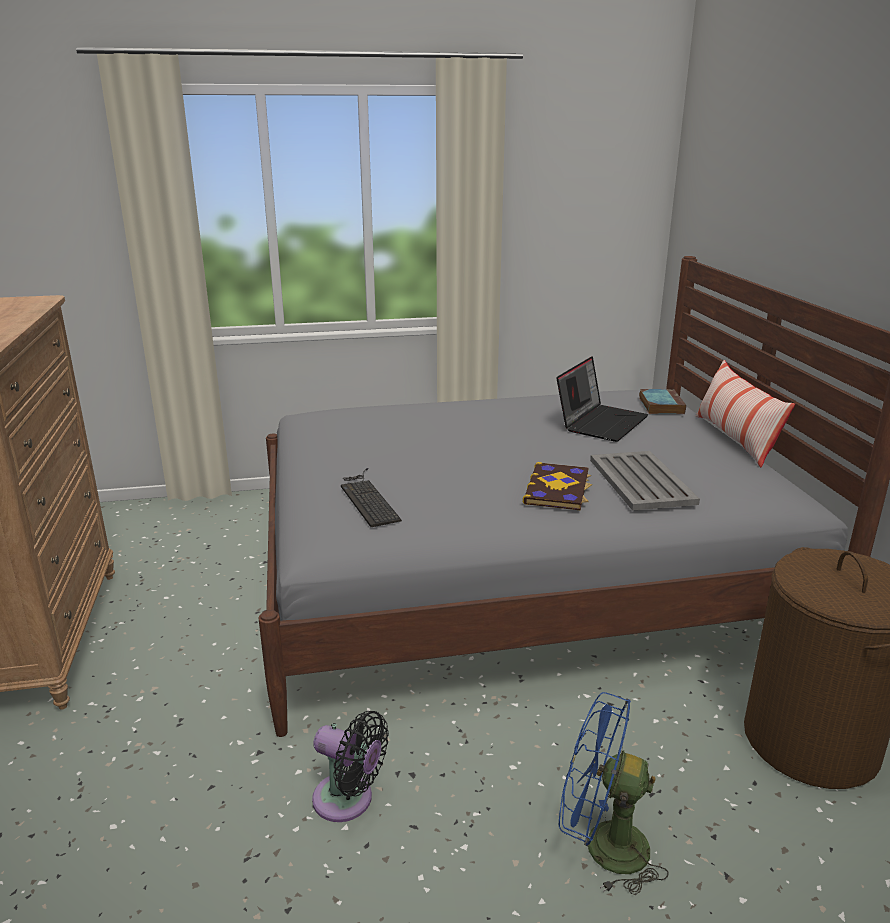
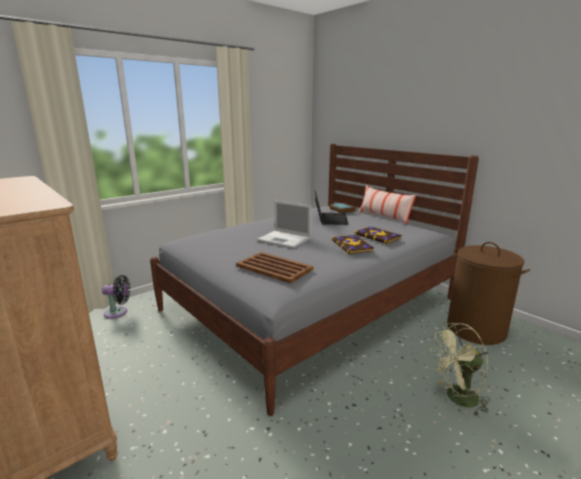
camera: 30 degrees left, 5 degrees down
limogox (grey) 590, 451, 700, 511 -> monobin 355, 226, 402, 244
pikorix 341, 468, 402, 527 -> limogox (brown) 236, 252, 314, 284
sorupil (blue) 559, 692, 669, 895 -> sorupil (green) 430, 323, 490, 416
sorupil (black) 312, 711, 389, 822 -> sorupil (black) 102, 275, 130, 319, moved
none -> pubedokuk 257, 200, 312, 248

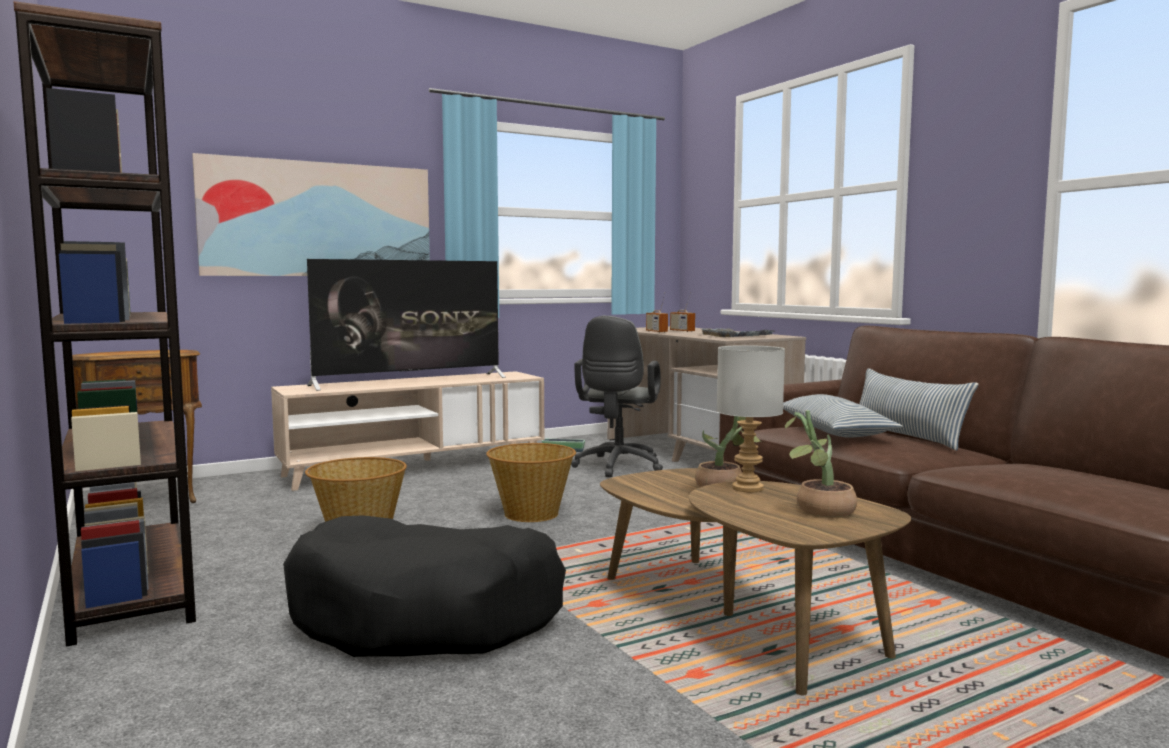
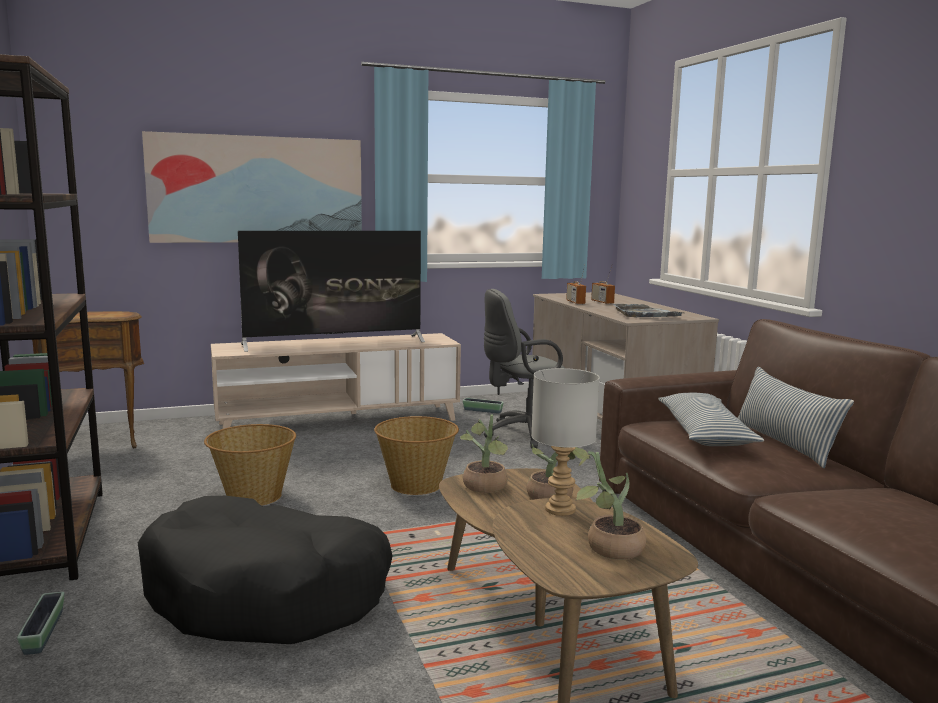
camera: 10 degrees right, 5 degrees up
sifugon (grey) 571, 316, 663, 477 -> sifugon (grey) 484, 289, 565, 449, 45 degrees clockwise
none -> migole 460, 414, 508, 493
none -> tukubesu 17, 592, 64, 655

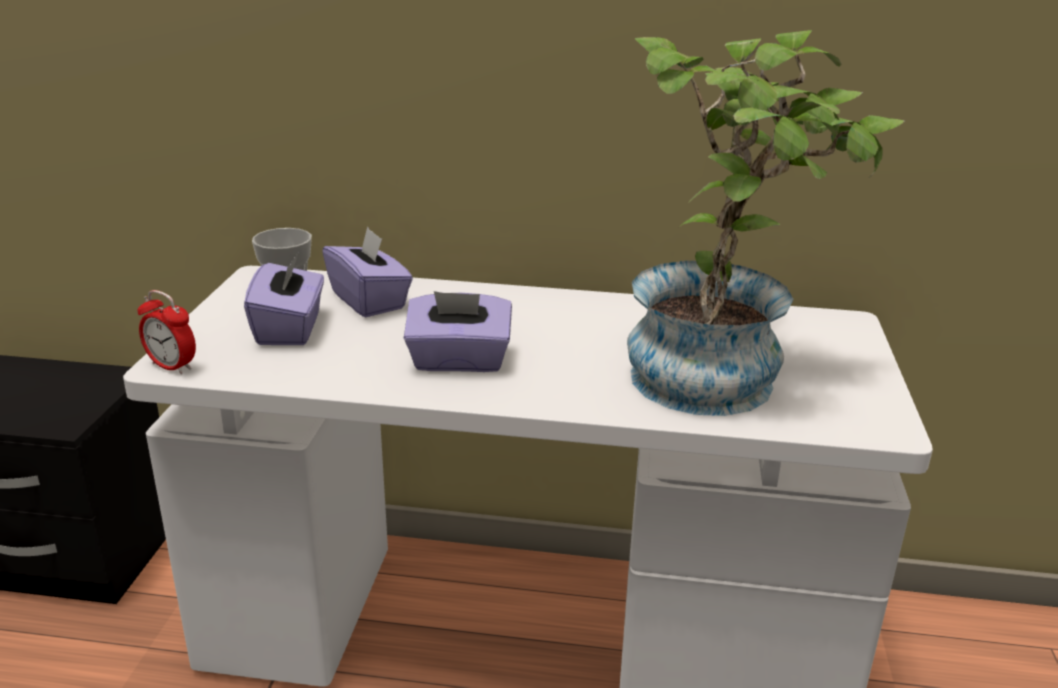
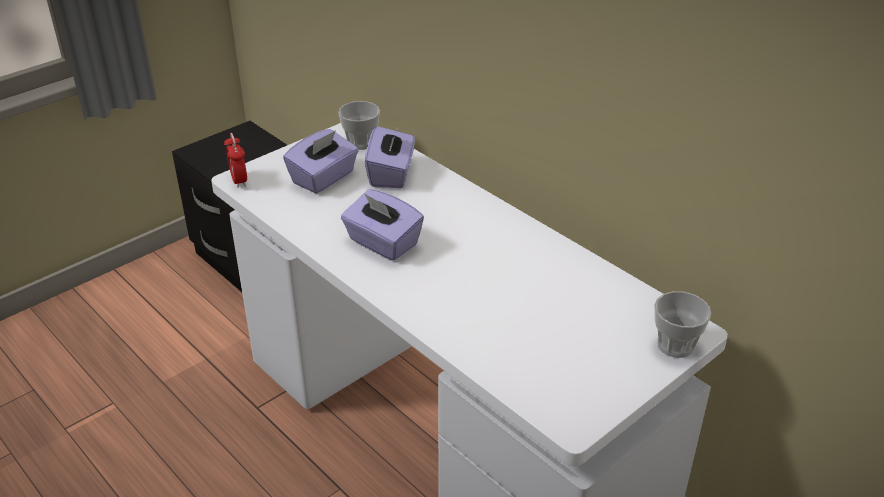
camera: 40 degrees right, 10 degrees up
migole 627, 30, 905, 416 -> none
none -> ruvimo 654, 291, 711, 358

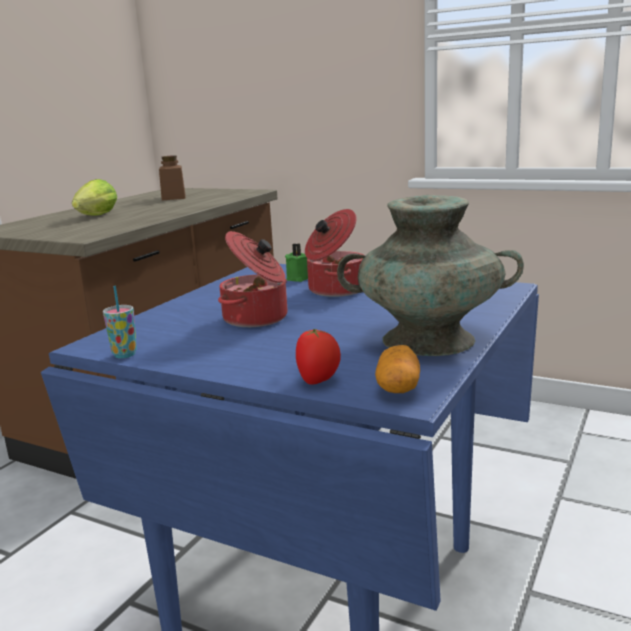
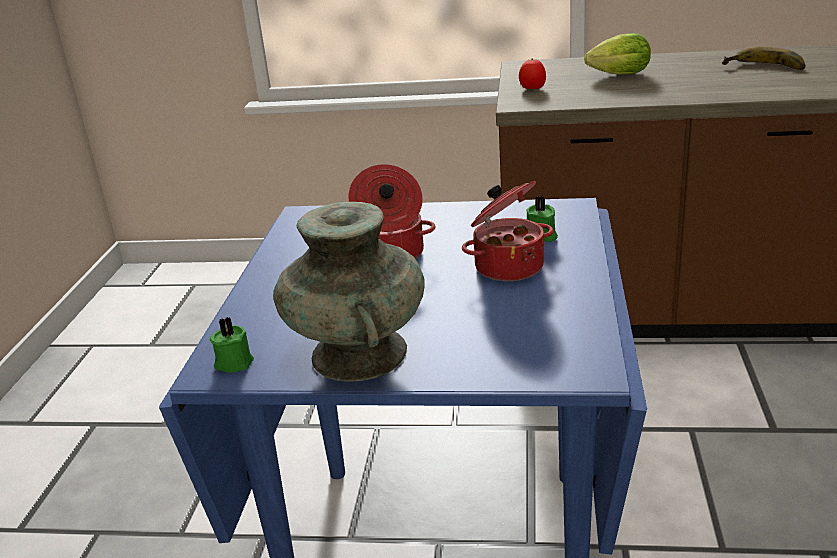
camera: 70 degrees right, 10 degrees up
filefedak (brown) 159, 155, 185, 200 -> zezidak 722, 47, 806, 70
ruvimo 103, 286, 137, 359 -> none
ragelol 296, 328, 341, 384 -> ragelol 519, 58, 546, 89, moved
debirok 375, 345, 420, 393 -> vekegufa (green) 209, 317, 254, 373

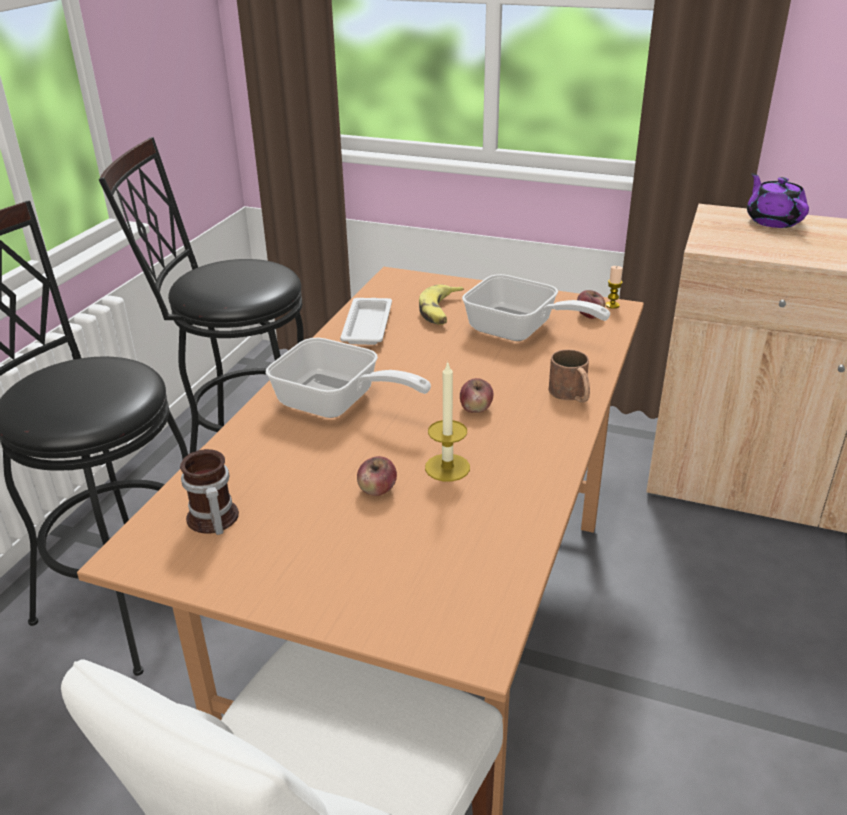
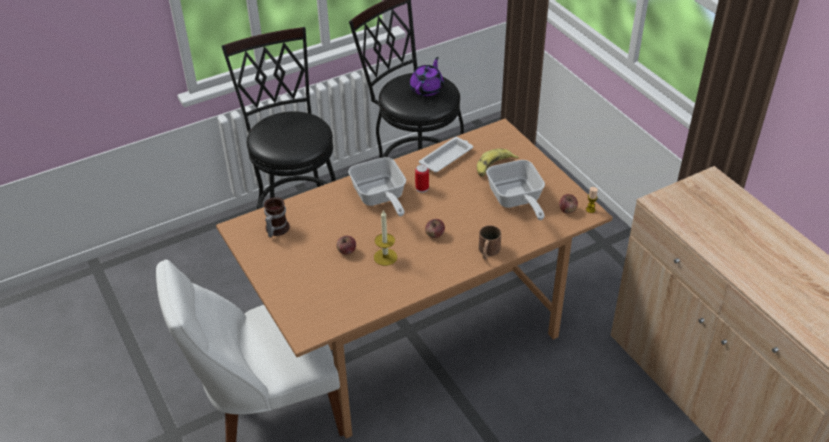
camera: 40 degrees right, 10 degrees up
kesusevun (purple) 747, 173, 809, 228 -> kesusevun (purple) 410, 57, 444, 96, moved
none -> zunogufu 415, 164, 429, 193

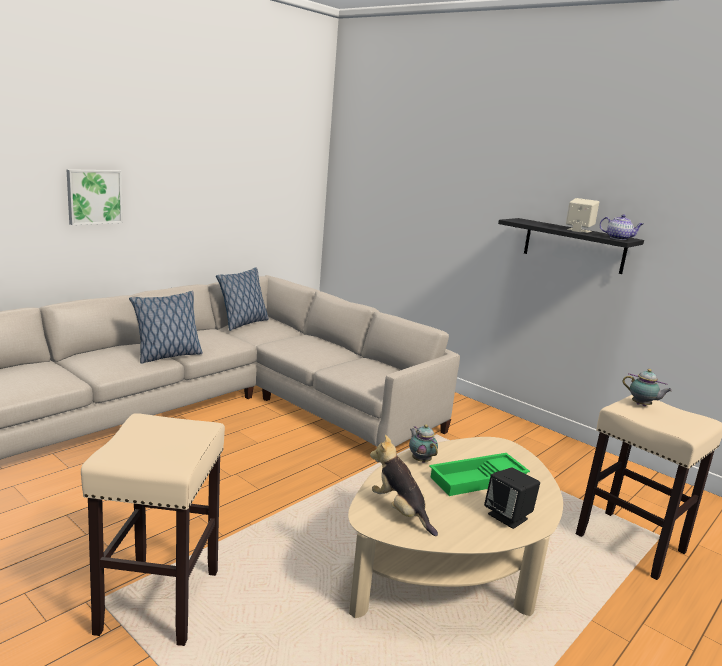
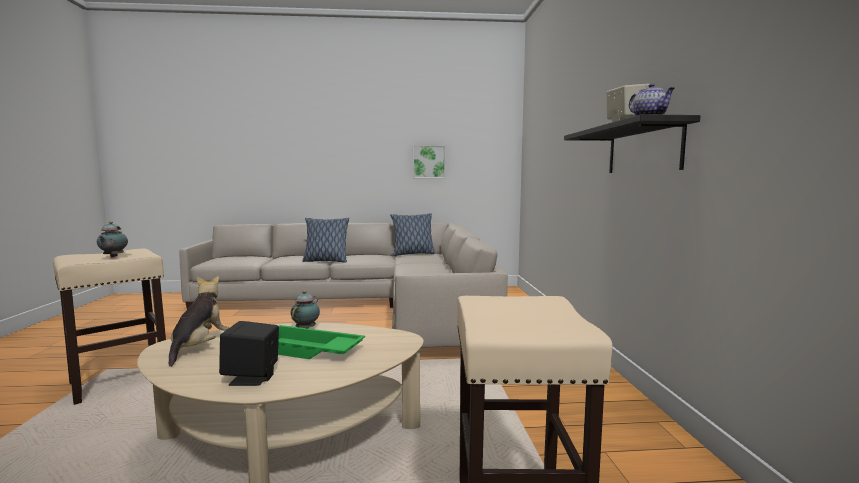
camera: 45 degrees right, 10 degrees down
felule 67, 169, 123, 225 -> felule 413, 145, 446, 178, moved
kesusevun 623, 369, 672, 406 -> kesusevun 97, 221, 128, 257, moved

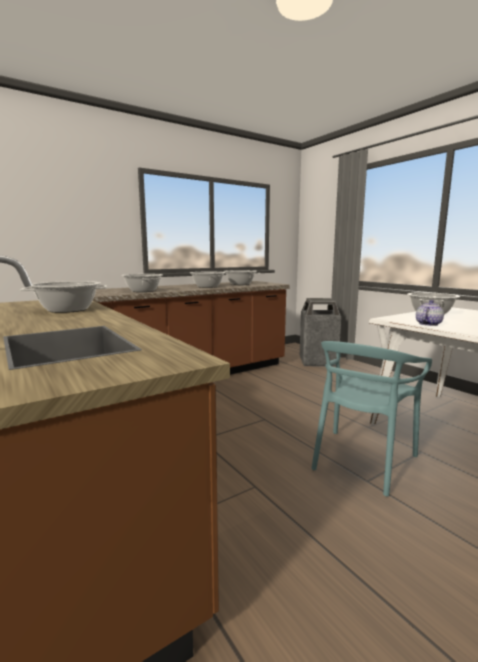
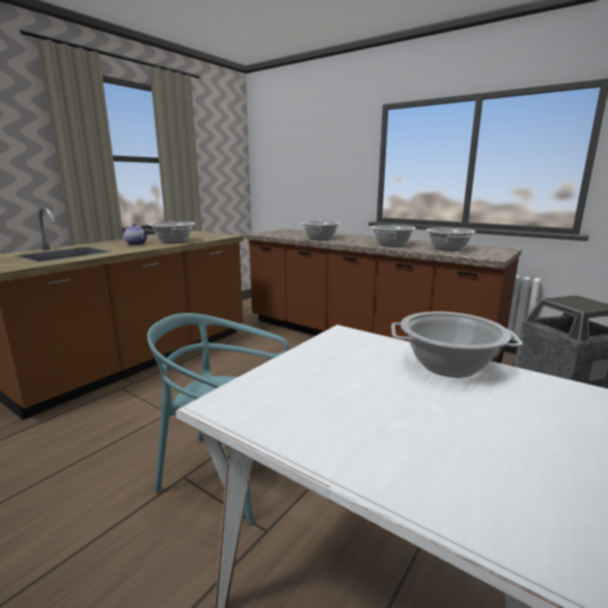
camera: 70 degrees right, 5 degrees up
kesusevun 416, 300, 444, 326 -> kesusevun 121, 223, 149, 245, moved

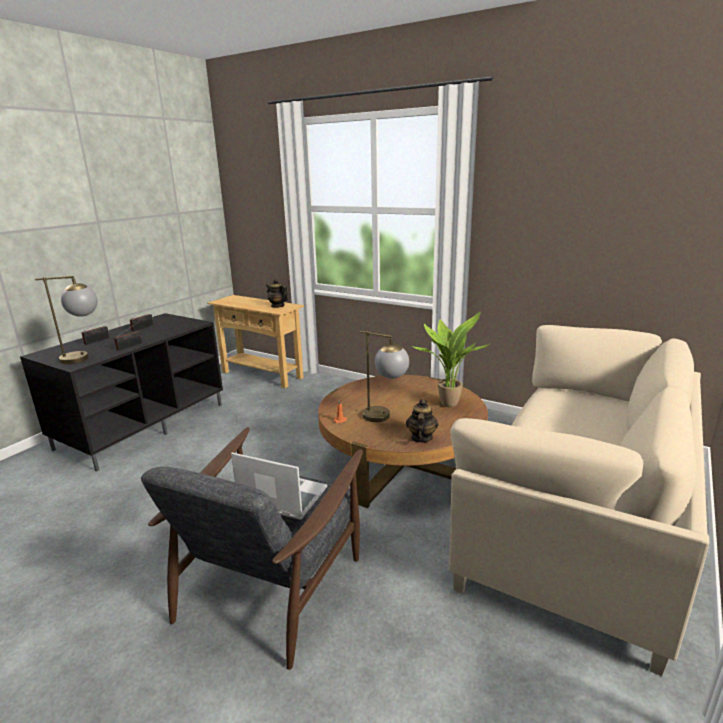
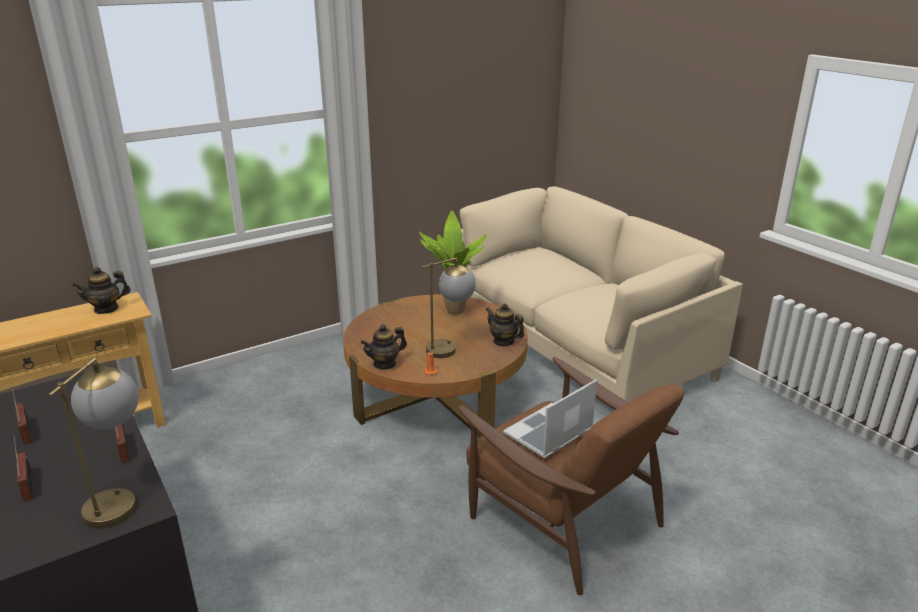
camera: 65 degrees left, 5 degrees up
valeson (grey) 141, 427, 363, 670 -> valeson (brown) 458, 357, 685, 595
none -> kesusevun 361, 324, 407, 370

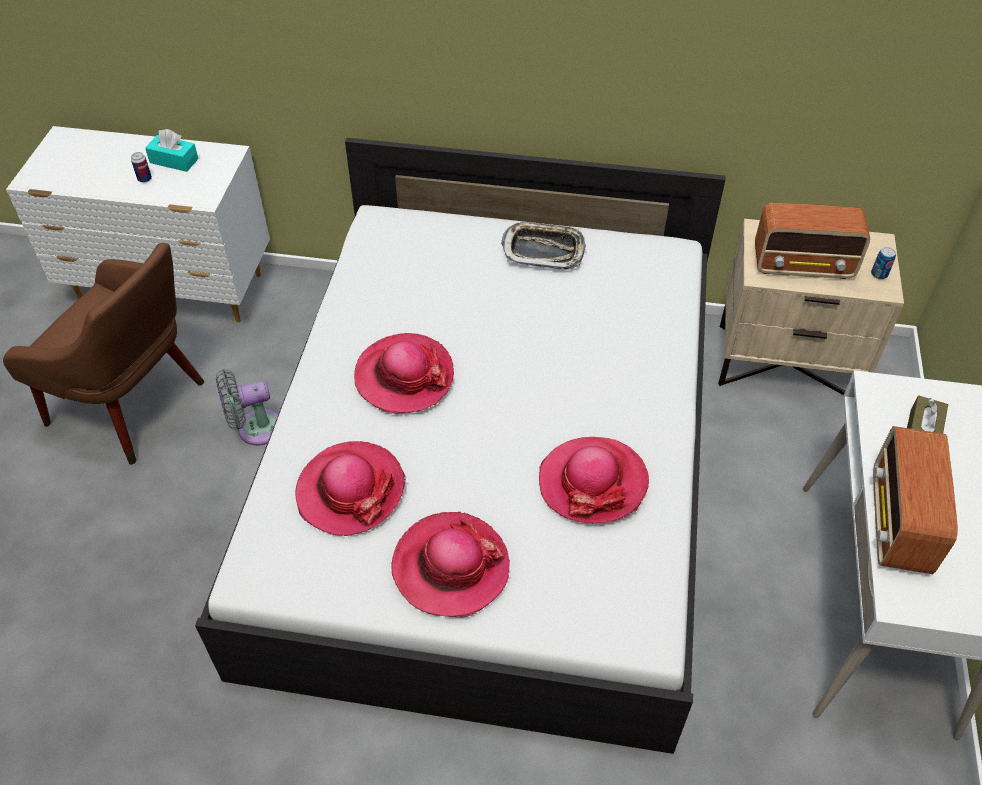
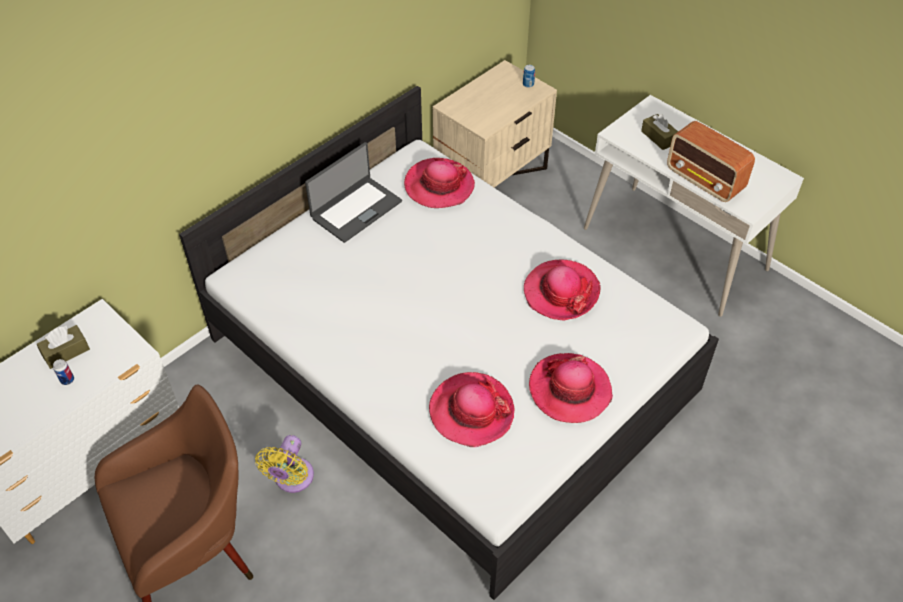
camera: 55 degrees left, 0 degrees up
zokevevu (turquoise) 145, 129, 199, 172 -> zokevevu (brown) 37, 325, 90, 369
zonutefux 755, 203, 870, 279 -> none
limogox 501, 222, 586, 270 -> pubedokuk 305, 142, 402, 243
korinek 354, 333, 454, 414 -> korinek 404, 158, 475, 208, moved
sorupil (grey) 216, 369, 278, 446 -> sorupil (yellow) 255, 435, 314, 493

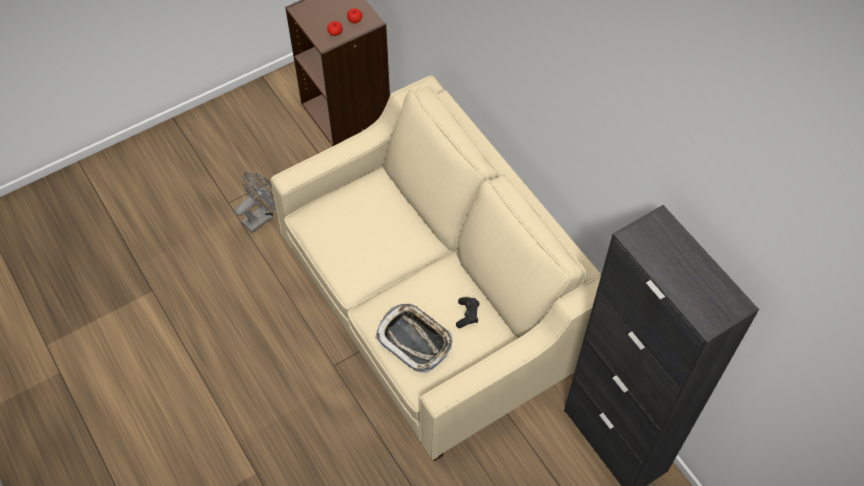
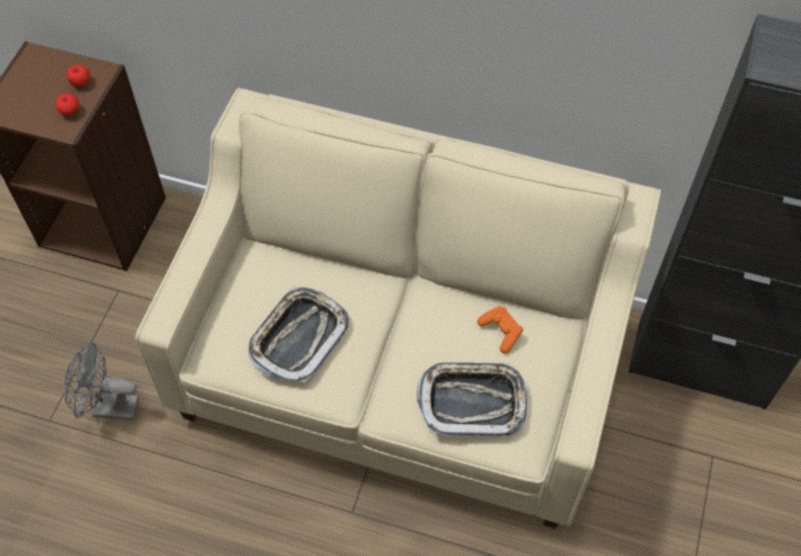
camera: 40 degrees left, 0 degrees up
sorupil (grey) 235, 173, 276, 233 -> sorupil (grey) 64, 343, 139, 420, 90 degrees counterclockwise
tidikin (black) 456, 297, 480, 328 -> tidikin (orange) 477, 306, 523, 353
none -> limogox 248, 287, 349, 383

